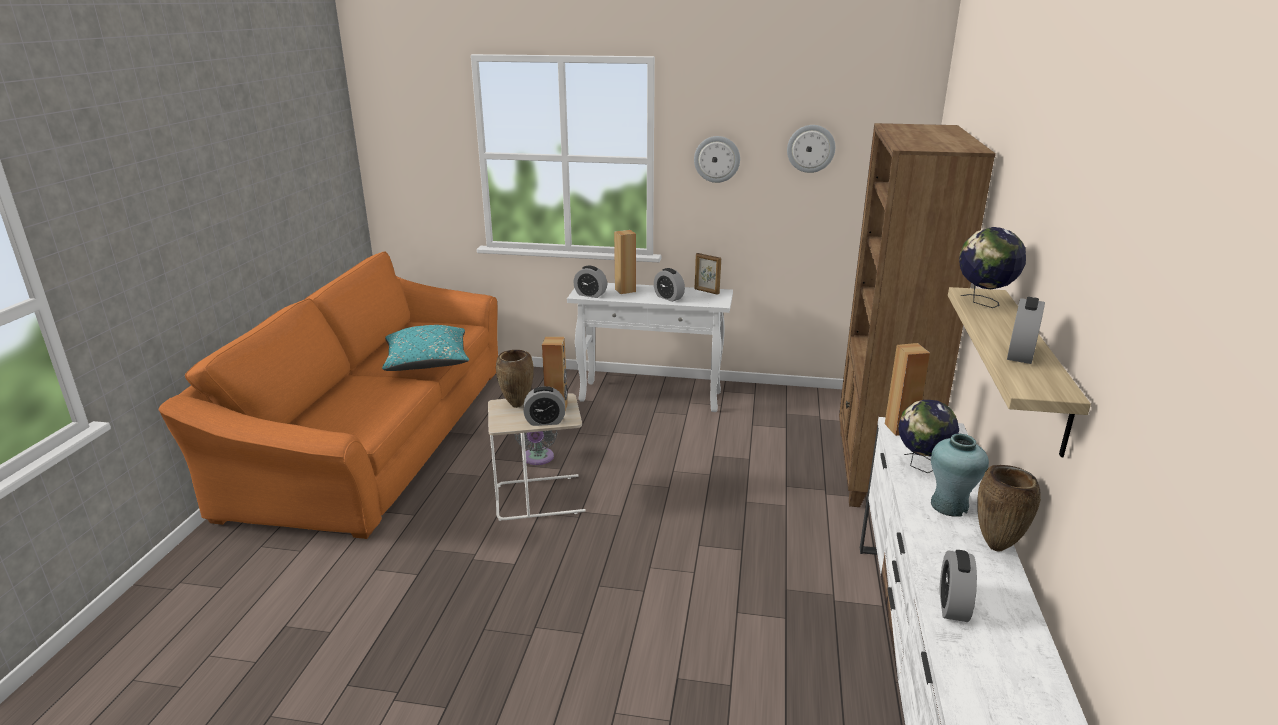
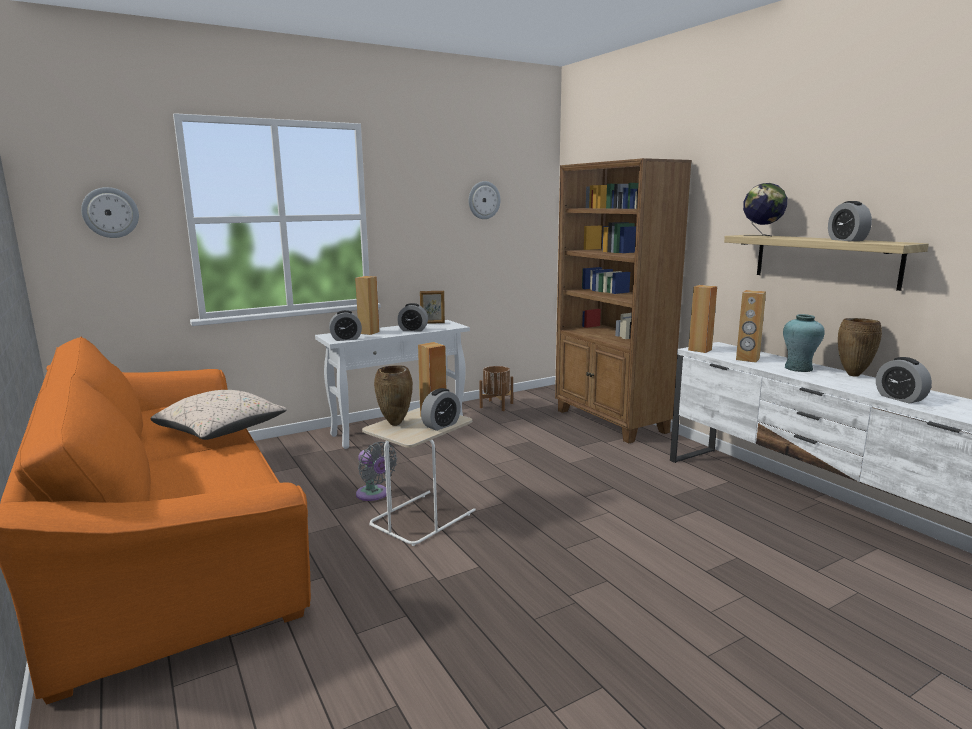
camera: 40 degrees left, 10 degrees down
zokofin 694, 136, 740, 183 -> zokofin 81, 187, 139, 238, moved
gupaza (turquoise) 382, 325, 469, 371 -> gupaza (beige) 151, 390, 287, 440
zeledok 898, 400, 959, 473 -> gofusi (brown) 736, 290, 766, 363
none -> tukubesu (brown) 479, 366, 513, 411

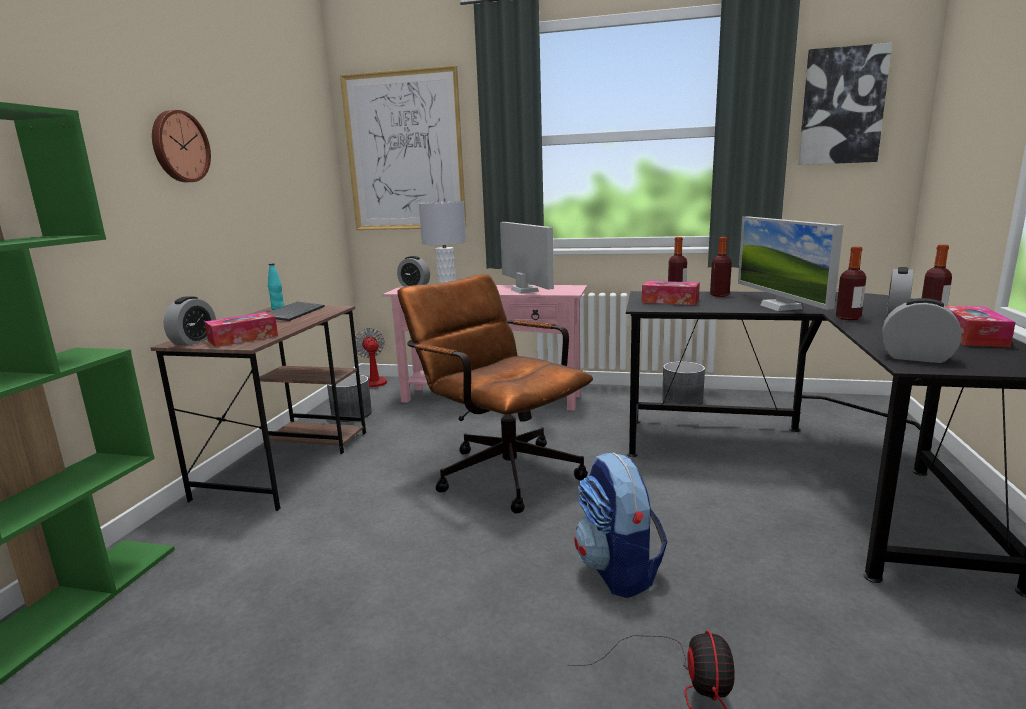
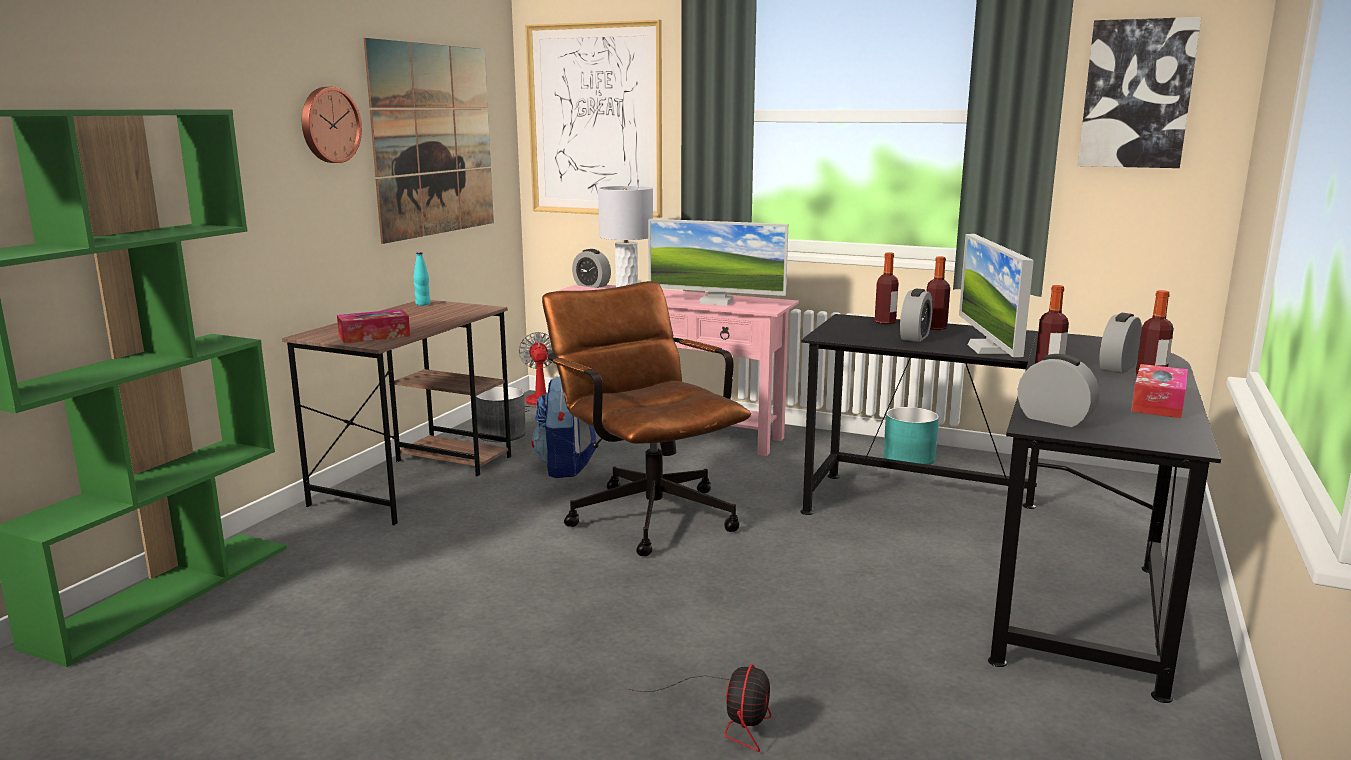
camera: 10 degrees right, 0 degrees up
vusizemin 500, 222, 554, 294 -> vusizemin 648, 219, 788, 306, 120 degrees clockwise
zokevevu 642, 281, 700, 305 -> none
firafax 163, 296, 216, 346 -> firafax 900, 288, 933, 342, moved
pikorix 267, 302, 325, 321 -> none
tukubesu (grey) 662, 361, 705, 405 -> tukubesu (turquoise) 883, 407, 939, 465
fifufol 574, 452, 668, 598 -> fifufol 531, 377, 596, 478, moved
none -> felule 363, 38, 494, 244

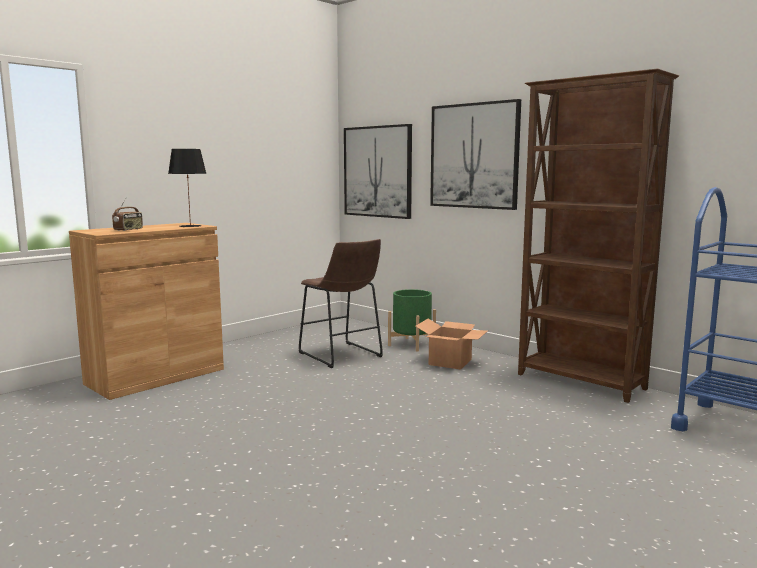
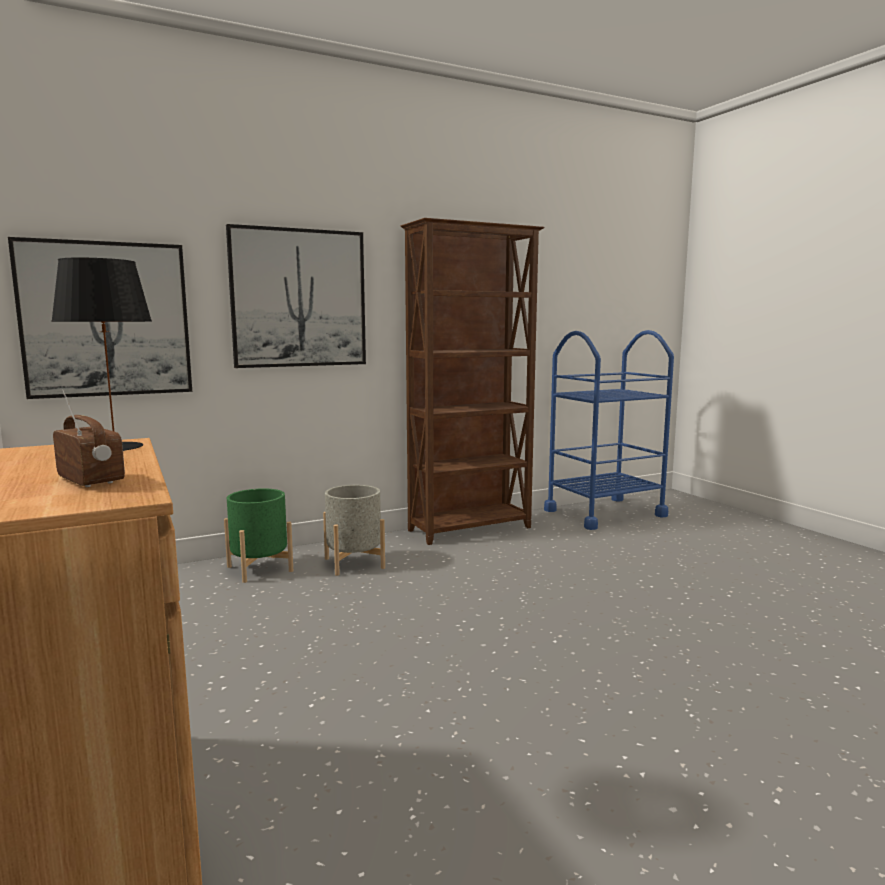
camera: 70 degrees left, 0 degrees up
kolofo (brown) 299, 239, 383, 368 -> none
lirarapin 416, 319, 487, 370 -> tukubesu (grey) 323, 485, 385, 576

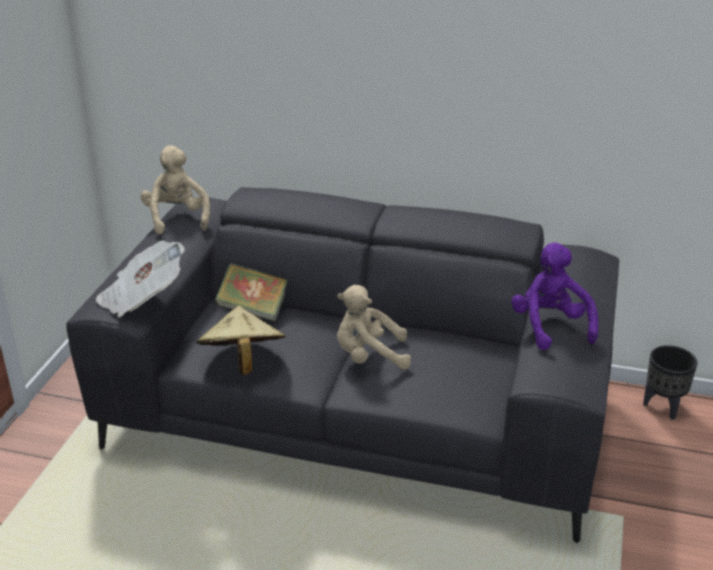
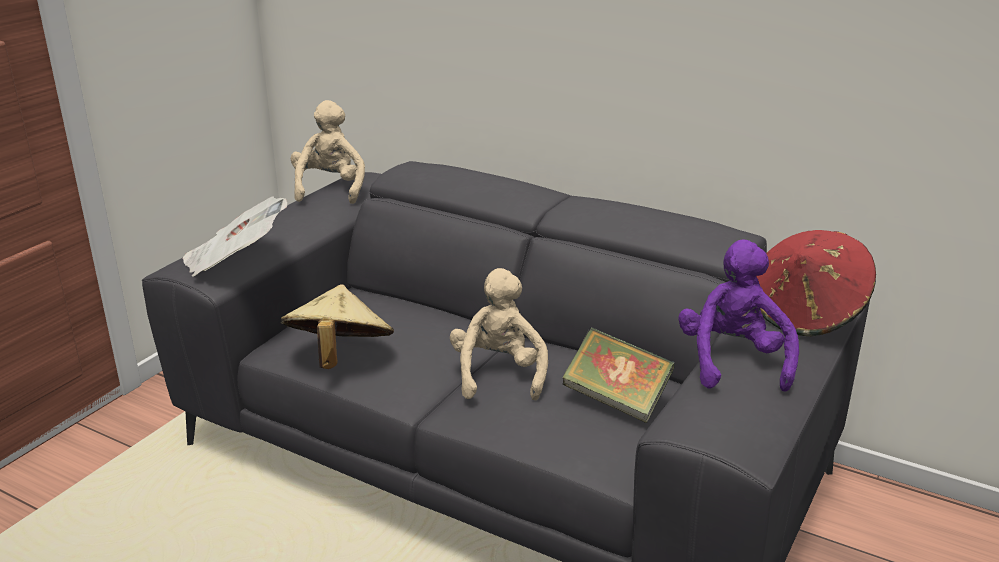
camera: 15 degrees right, 5 degrees down
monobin 215, 263, 288, 322 -> monobin 562, 327, 675, 423, moved
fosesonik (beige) 337, 285, 411, 370 -> fosesonik (beige) 450, 268, 548, 400, 75 degrees clockwise
tukubesu (black) 643, 345, 697, 420 -> none
none -> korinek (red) 756, 230, 876, 336

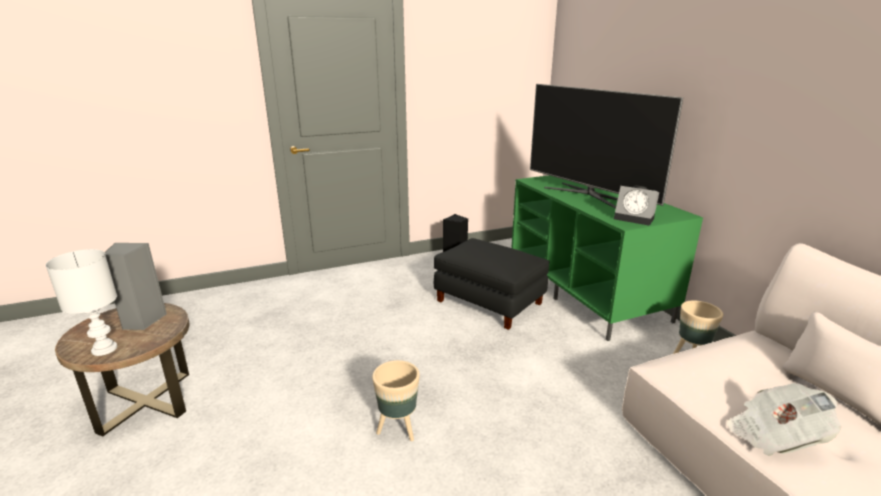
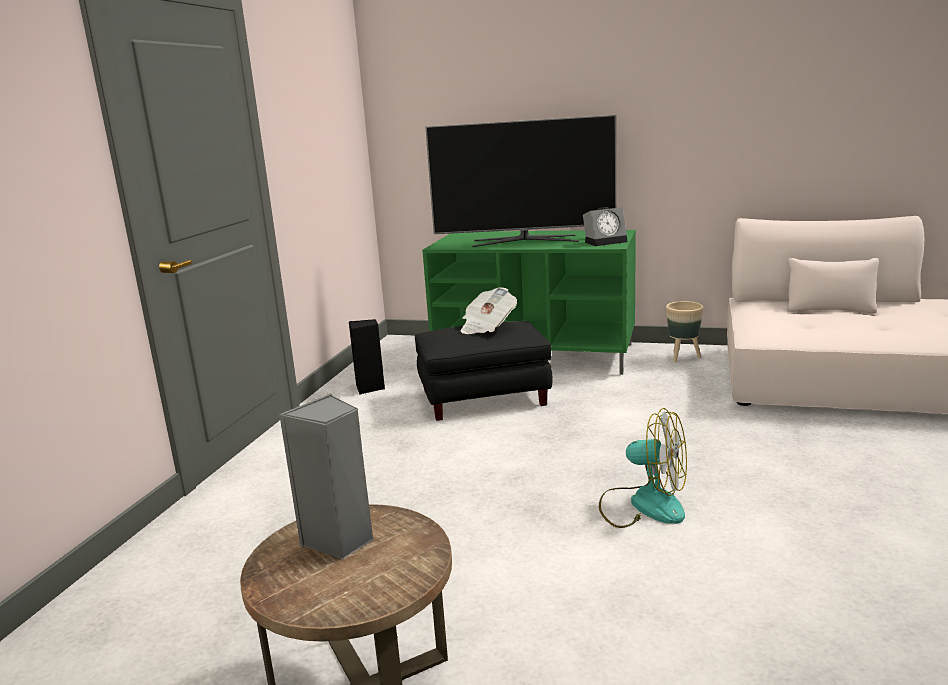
camera: 50 degrees left, 5 degrees down
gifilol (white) 46, 249, 117, 356 -> none
tukubesu (beige) 372, 360, 420, 441 -> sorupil 599, 408, 687, 528
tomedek 727, 383, 842, 456 -> tomedek 461, 287, 517, 334, moved

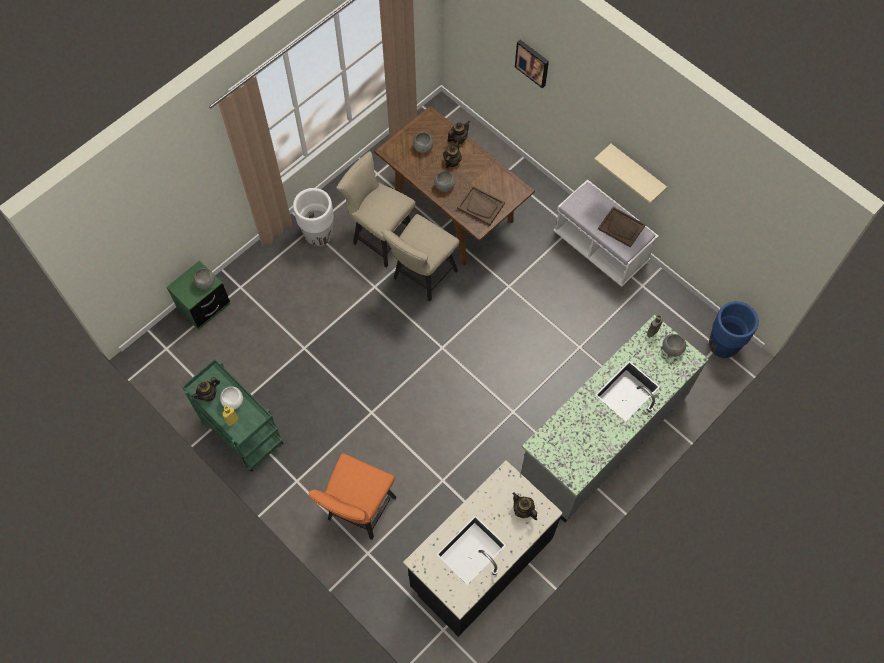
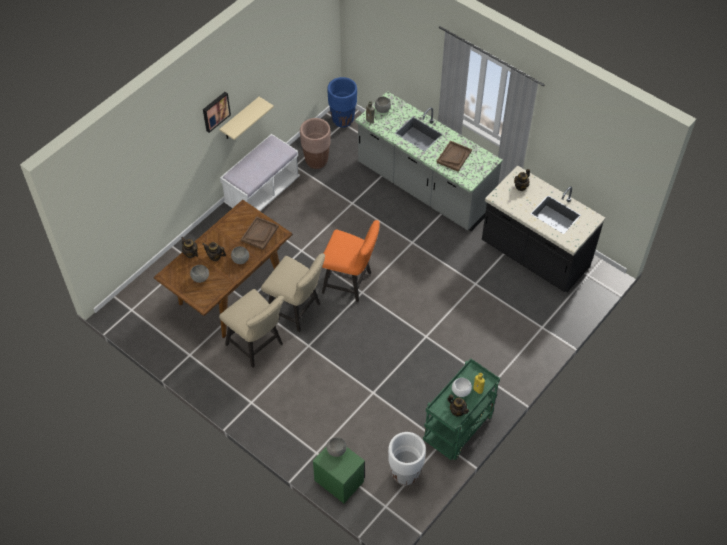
camera: 95 degrees left, 10 degrees down
felule 515, 40, 549, 88 -> felule 203, 92, 231, 133, moved
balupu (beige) 336, 151, 416, 268 -> balupu (beige) 219, 289, 284, 368, 75 degrees counterclockwise
tukubesu (white) 293, 188, 334, 246 -> tukubesu (white) 388, 432, 426, 485, moved
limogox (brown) 598, 207, 646, 247 -> limogox (brown) 436, 141, 472, 172, moved
balupu (orange) 308, 453, 397, 540 -> balupu (orange) 322, 220, 380, 302, moved
none -> tukubesu (brown) 300, 118, 331, 169

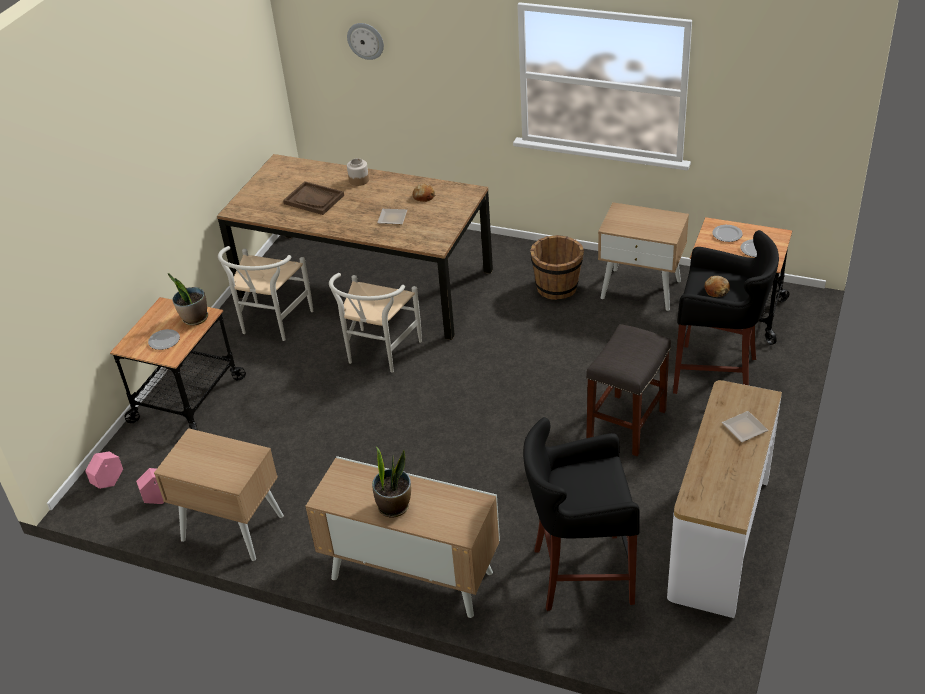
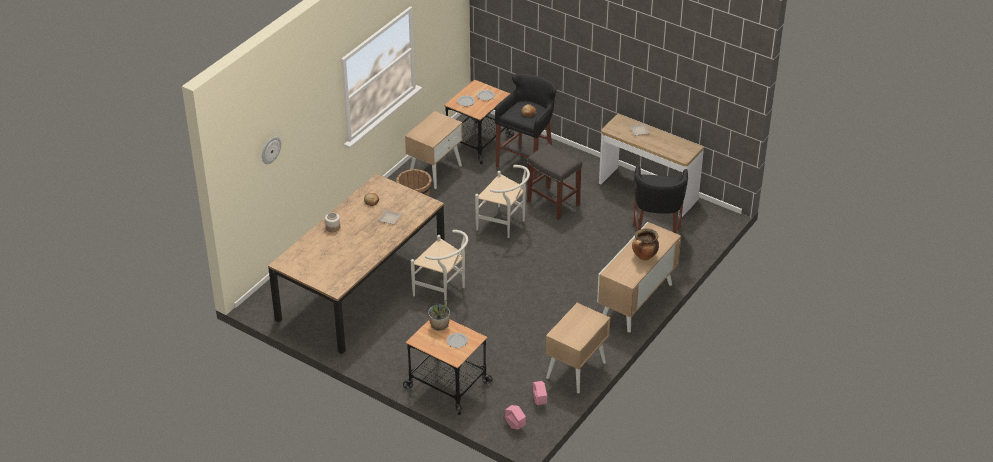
camera: 80 degrees left, 0 degrees up
limogox (brown) 283, 181, 344, 215 -> none
balupu (white) 218, 246, 313, 341 -> balupu (white) 475, 165, 530, 238, moved
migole 372, 446, 411, 518 -> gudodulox 632, 228, 659, 261

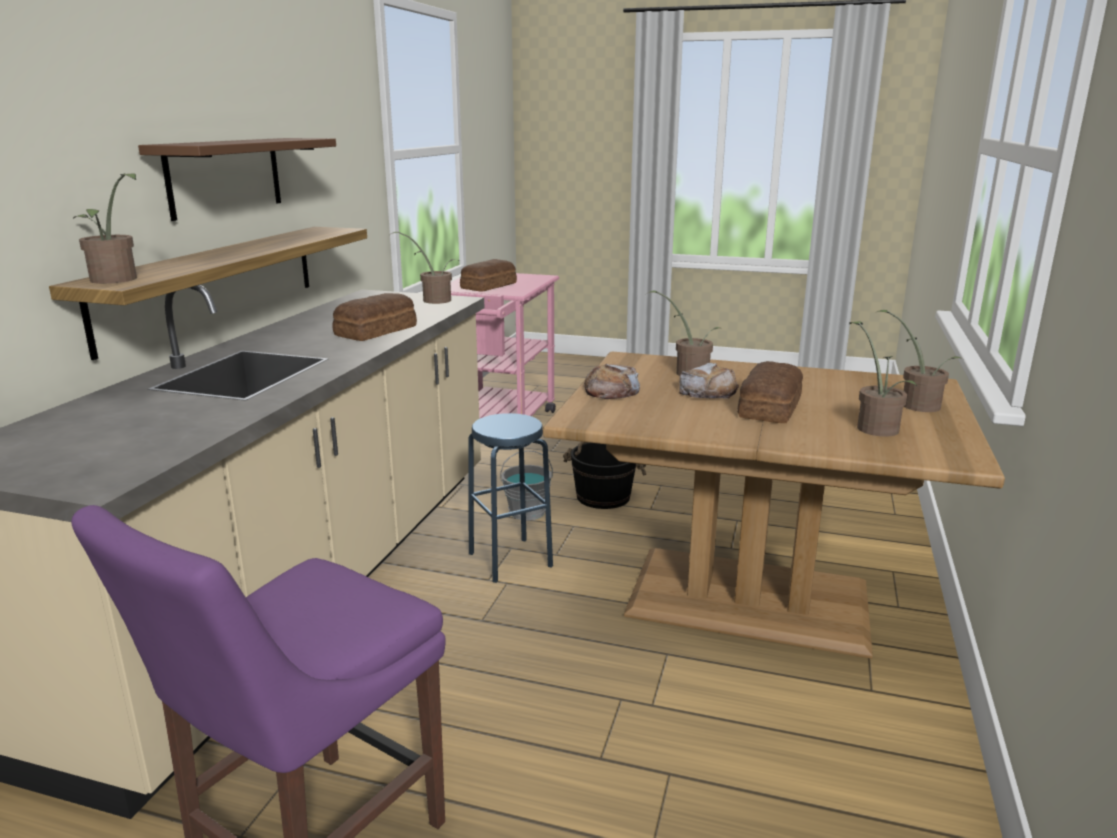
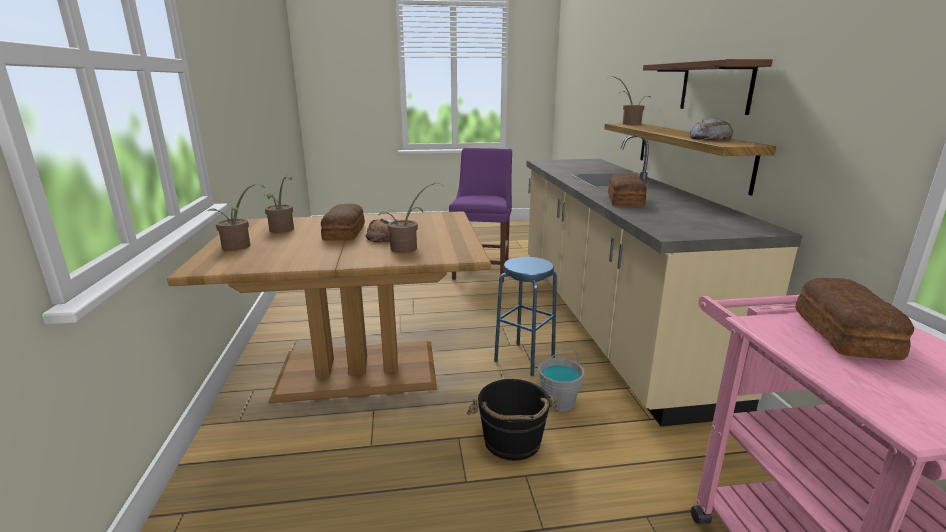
camera: 155 degrees right, 0 degrees up
migole 391, 232, 458, 304 -> none
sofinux 584, 364, 640, 399 -> sofinux 690, 118, 733, 140, moved

